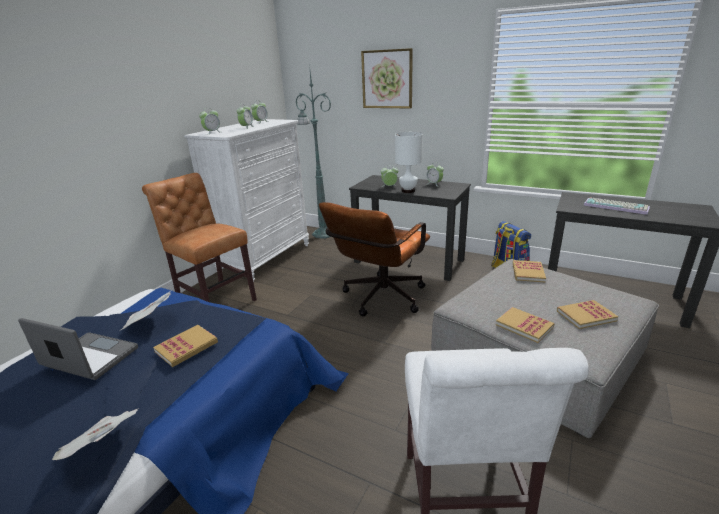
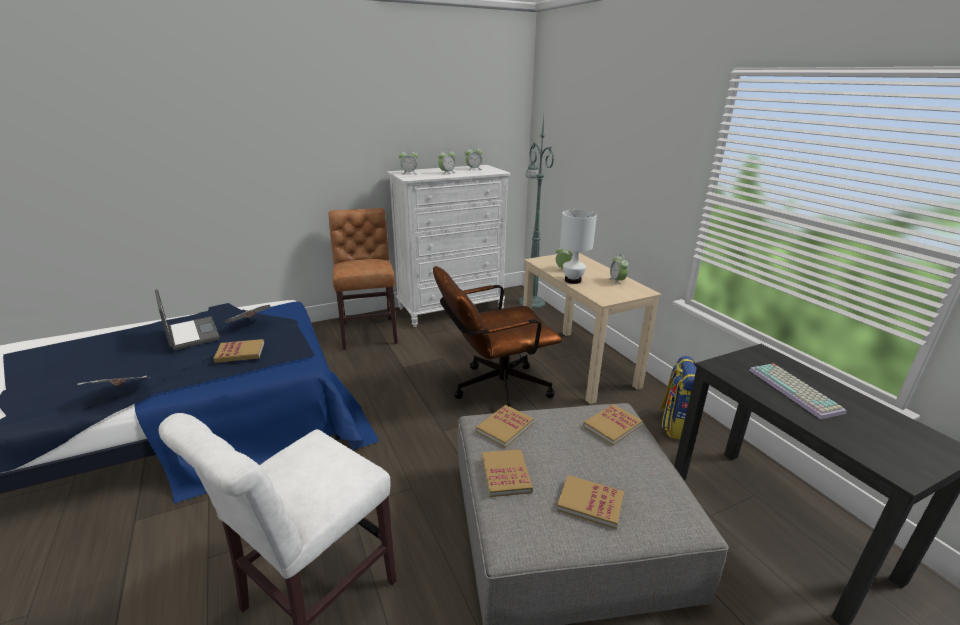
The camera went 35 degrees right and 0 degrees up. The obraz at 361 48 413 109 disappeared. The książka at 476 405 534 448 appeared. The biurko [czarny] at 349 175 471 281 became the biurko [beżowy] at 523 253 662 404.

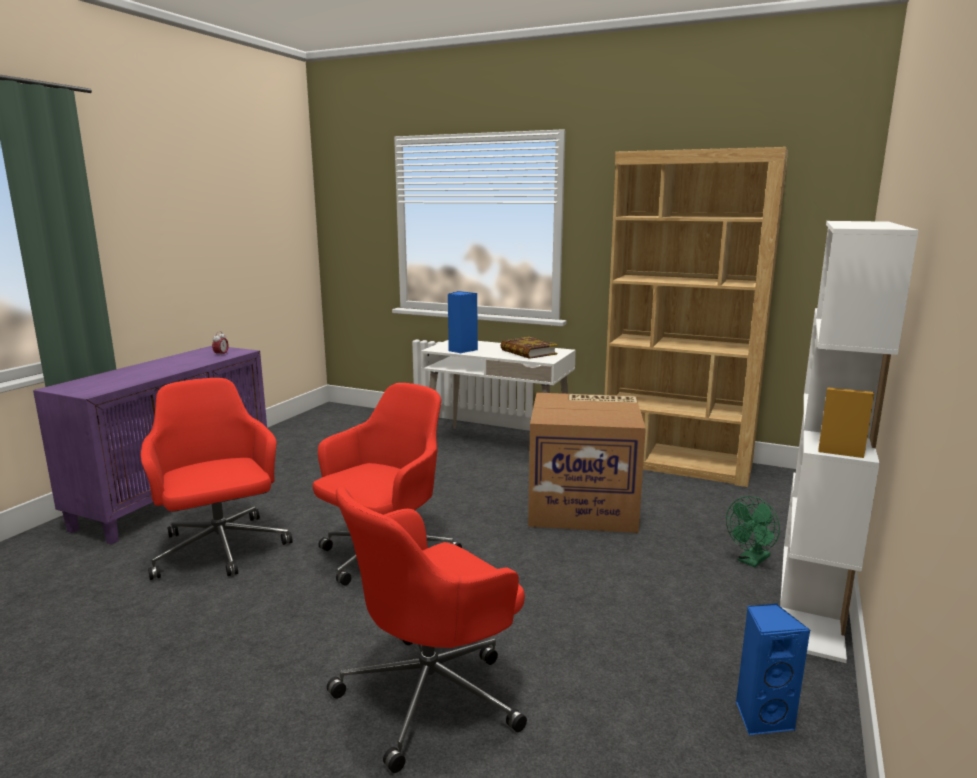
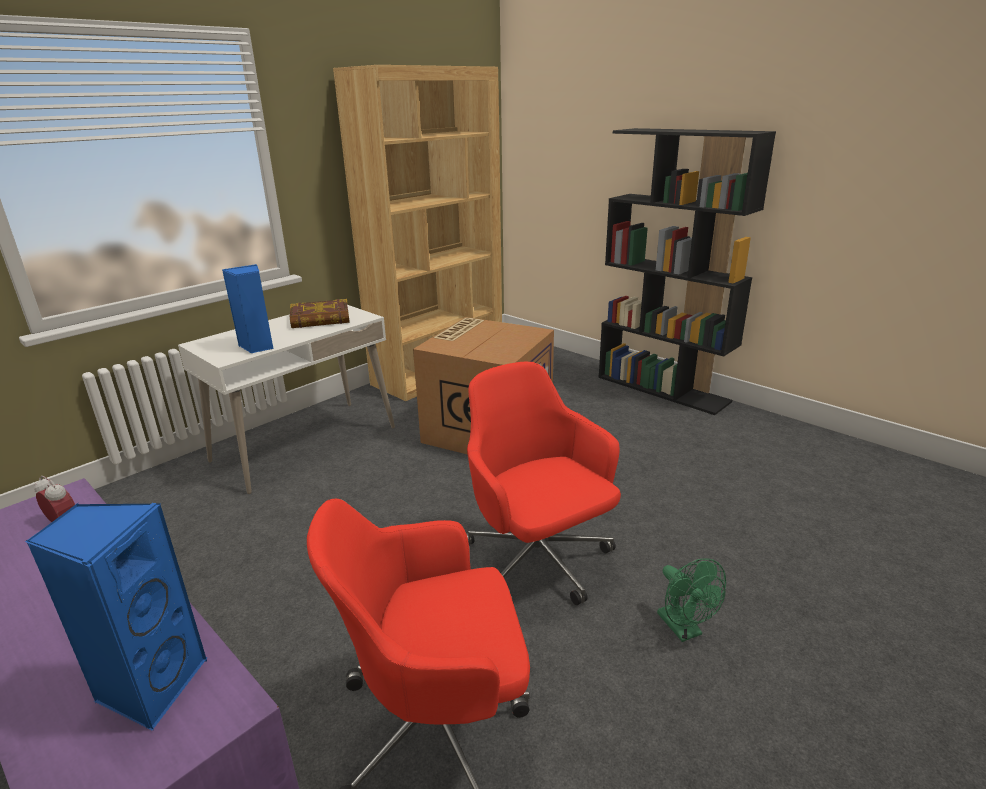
The camera went 70 degrees left and 10 degrees up. The krzesło biurowe [czerwony] at 327 487 527 773 disappeared. The wentylator [zielony] moved from 726 496 780 567 to 657 558 726 642. The głośnik [niebieski] moved from 736 604 810 736 to 25 503 208 730. The regał [biały] at 780 221 919 663 became the regał [czarny] at 599 128 776 415.

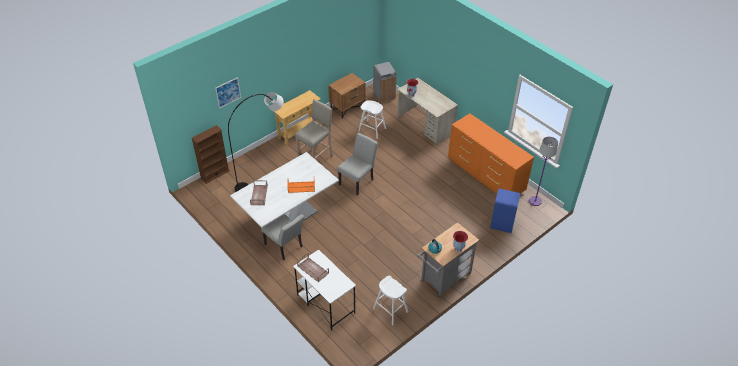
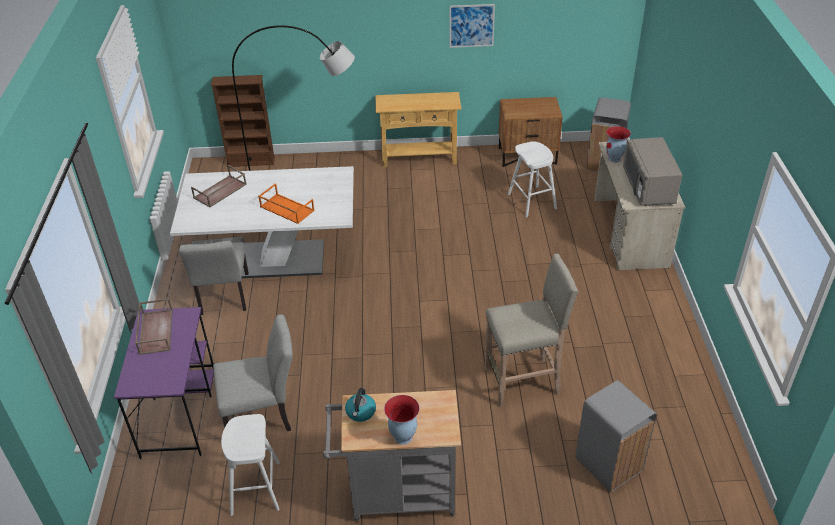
The camera went 40 degrees right and 5 degrees down. The komoda [pomarańczowy] at 448 113 534 194 disappeared. The lampa stojąca [fioletowy] at 529 137 558 206 disappeared. The mikrofalówka [szary] at 623 137 682 206 appeared. The obraz moved from 215 77 241 109 to 450 4 495 48. The stołek [beżowy] moved from 295 99 333 159 to 485 254 579 407. The krzesło [szary] moved from 337 133 378 196 to 213 314 293 431. The biurko [biały] at 293 249 356 330 became the biurko [fioletowy] at 114 307 214 459. The kosz na śmieci [niebieski] at 490 189 521 233 became the kosz na śmieci [szary] at 575 380 657 492.

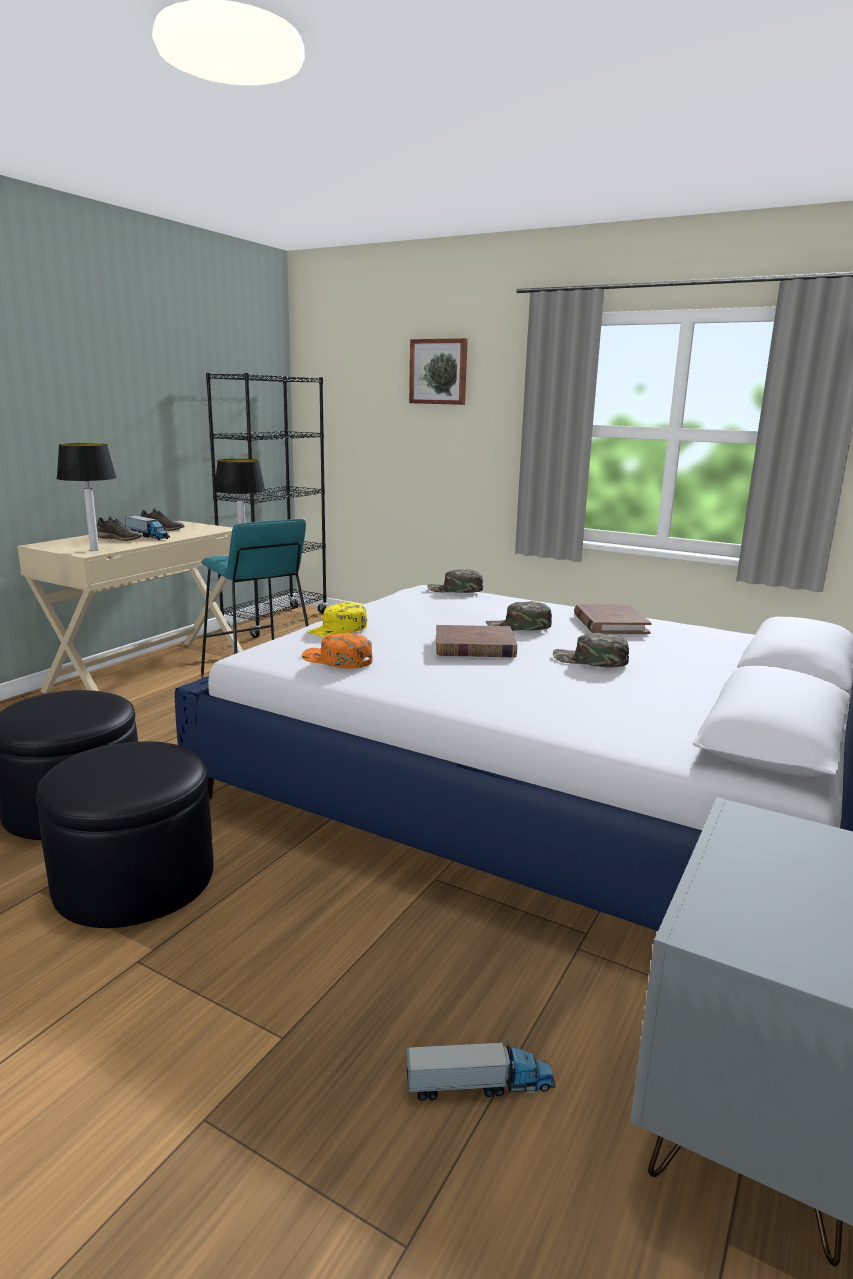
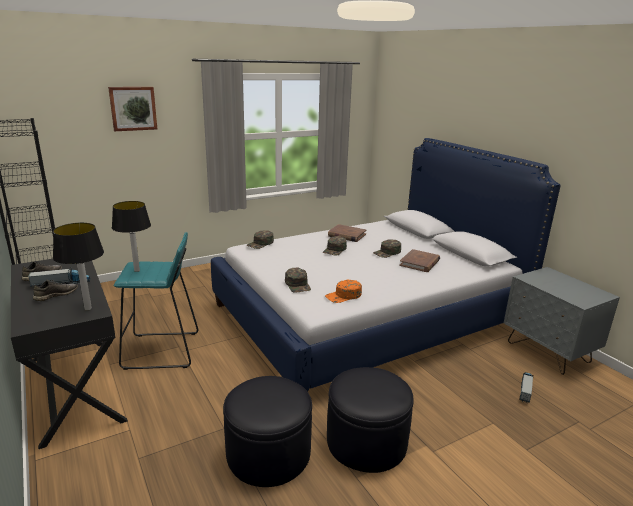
The camera went 60 degrees left and 5 degrees up. The książka [brązowy] moved from 436 625 517 657 to 399 249 440 272. The biurko [beżowy] at 17 521 243 693 became the biurko [czarny] at 11 259 128 449. The czapka z daszkiem [żółty] at 307 602 367 638 became the czapka z daszkiem [zielony] at 285 267 311 293.

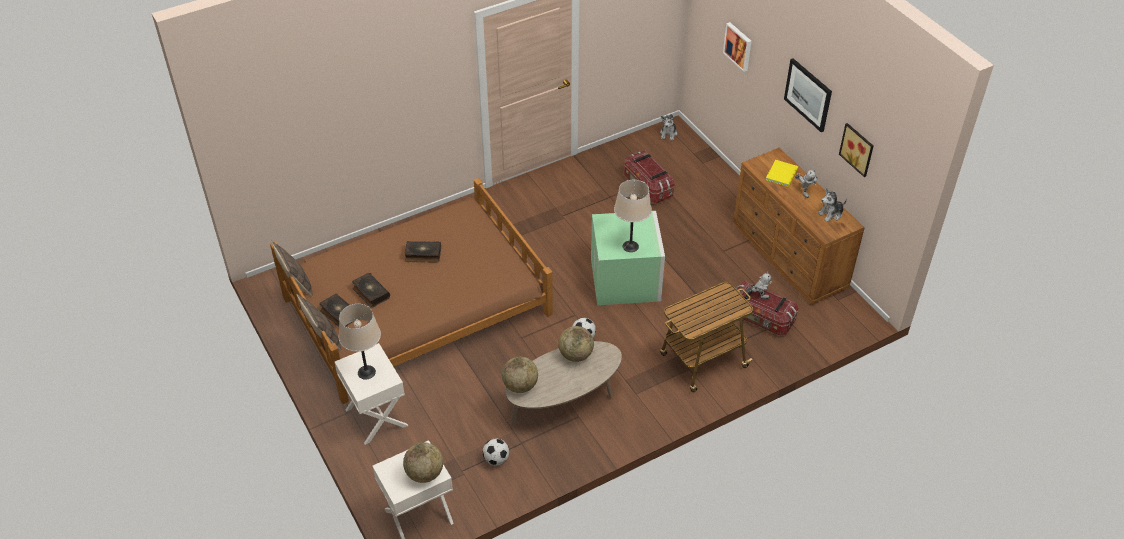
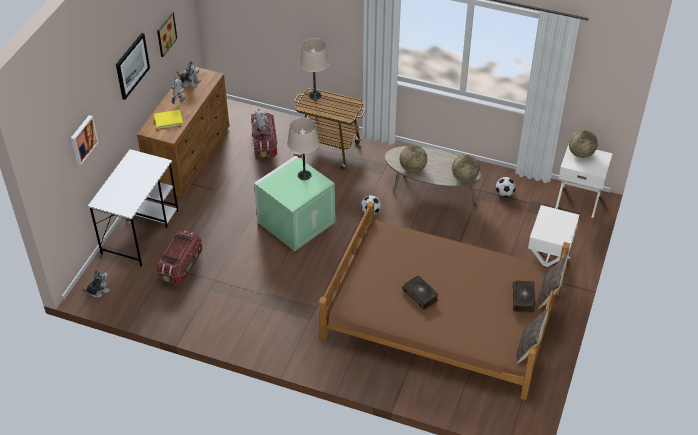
The camera went 130 degrees left and 0 degrees up. The książka at 352 273 390 308 disappeared. The biurko [biały] at 88 149 178 267 appeared. The lampa stołowa [beżowy] moved from 339 304 381 380 to 299 38 329 100.

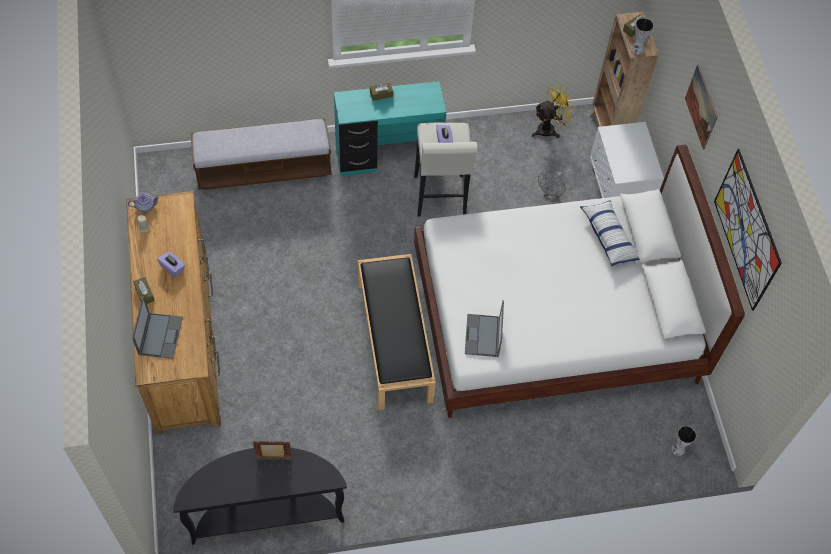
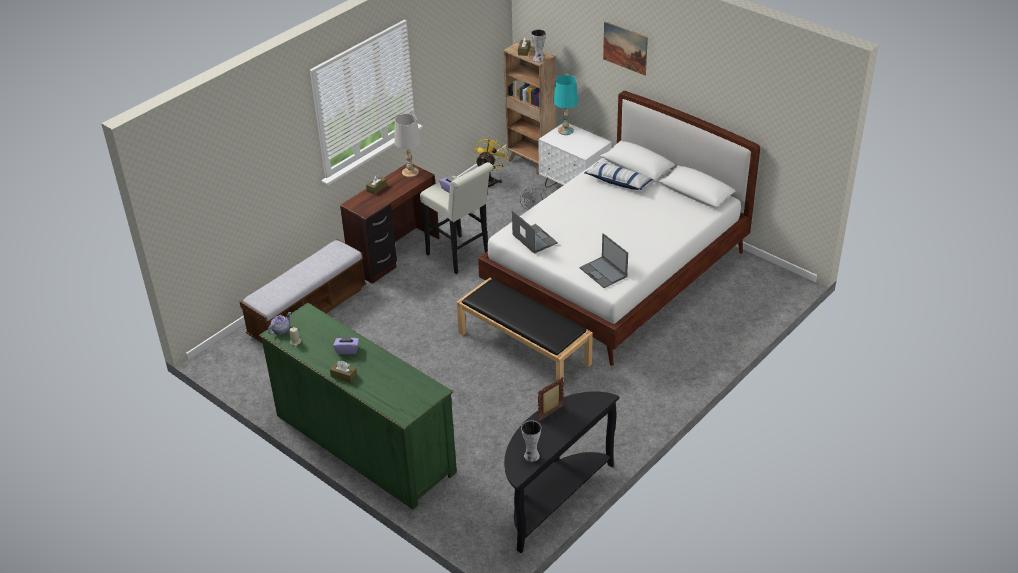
The camera went 35 degrees left and 20 degrees down. The obraz at 714 149 782 311 disappeared. The lampa stołowa [biały] at 394 114 421 177 appeared. The lampa stołowa [turkusowy] at 554 75 578 135 appeared. The laptop moved from 132 296 183 359 to 512 210 558 254. The wazon moved from 671 426 696 456 to 521 420 541 462. The komoda [brązowy] at 126 191 221 434 became the komoda [zielony] at 259 303 457 510. The biurko [turkusowy] at 334 81 447 176 became the biurko [brązowy] at 340 163 440 284.

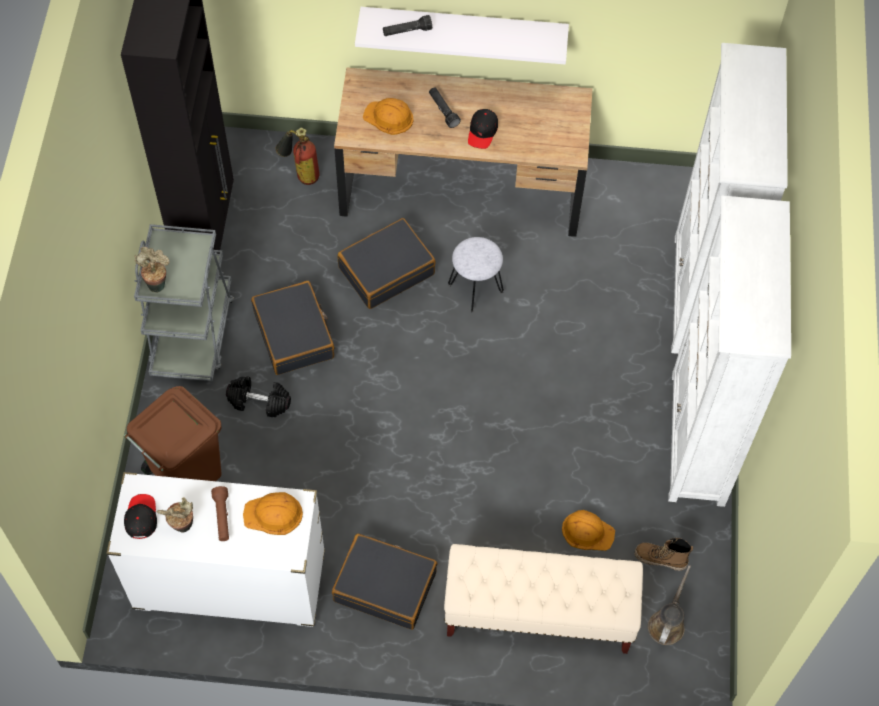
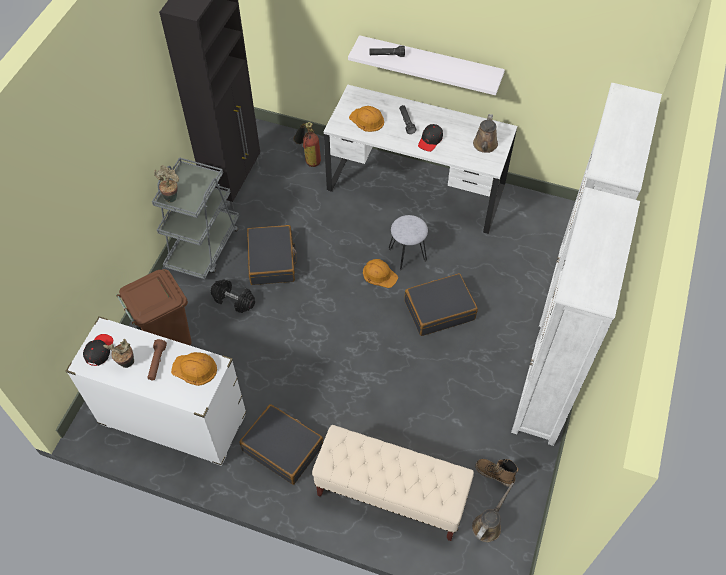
The camera went 15 degrees right and 5 degrees down. The konewka [brązowy] at 473 114 498 153 appeared. The walizka [czarny] moved from 338 218 436 309 to 404 273 478 336. The kask [pomarańczowy] moved from 562 510 615 551 to 363 259 398 288. The biurko [brązowy] at 334 67 593 237 became the biurko [biały] at 324 85 517 234.

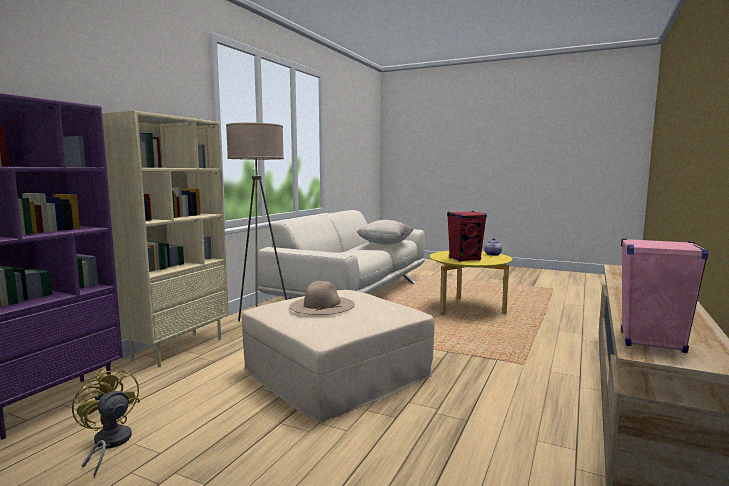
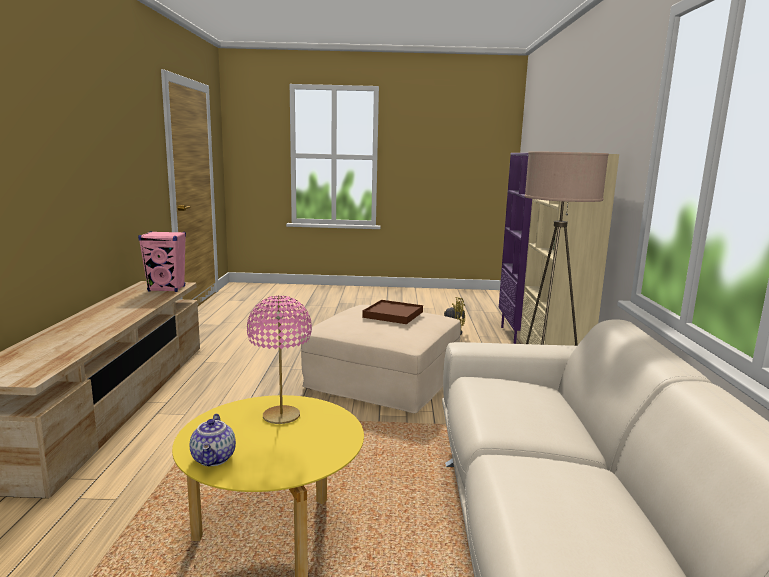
The camera went 155 degrees right and 5 degrees up. The poduszka [beżowy] at 357 220 413 245 disappeared. The kapelusz [beżowy] at 289 281 355 315 was replaced by the taca [brązowy] at 362 300 423 324. The głośnik [czerwony] at 447 211 487 262 was replaced by the lampa stołowa [różowy] at 247 295 312 424.

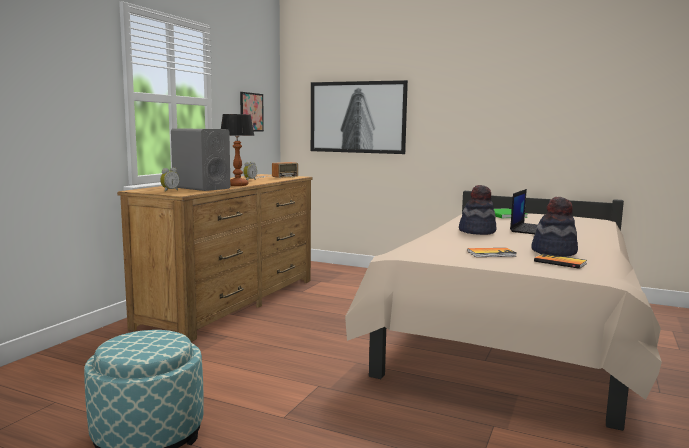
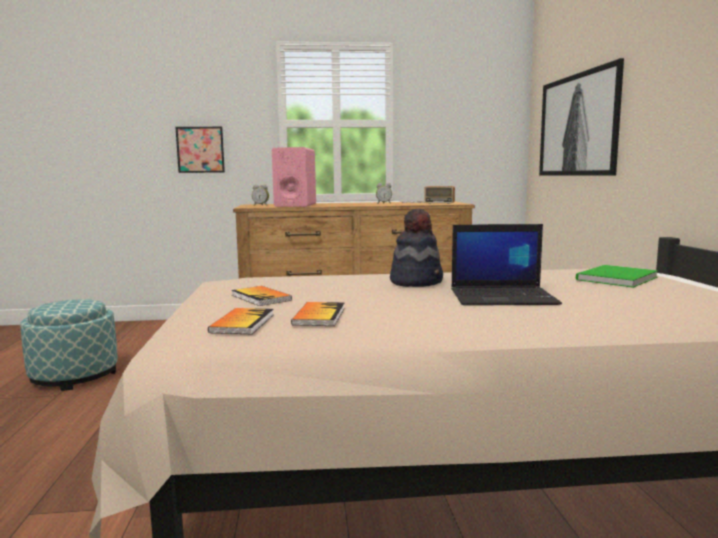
The camera went 60 degrees right and 0 degrees up. The lampa stołowa at 221 114 255 186 disappeared. The obraz moved from 240 92 264 131 to 175 127 225 173. The kapelusz at 531 197 578 257 was replaced by the książka at 291 302 345 326. The głośnik [szary] at 171 128 230 191 became the głośnik [różowy] at 272 147 316 207.

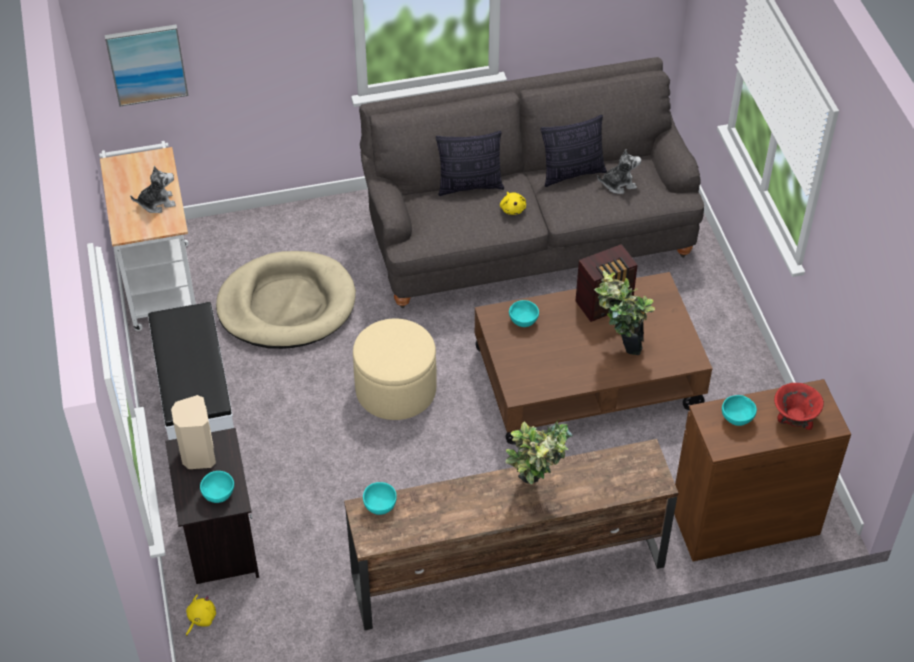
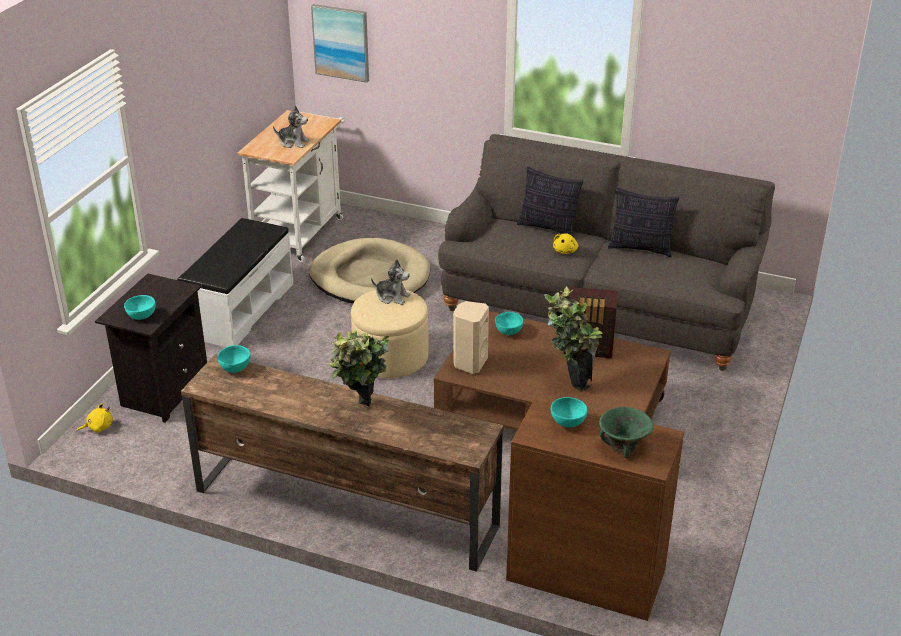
The camera went 35 degrees right and 15 degrees down. The głośnik [beżowy] moved from 171 395 216 469 to 453 301 489 374. The pluszak moved from 597 149 641 194 to 371 259 410 305. The miska [czerwony] at 774 383 824 430 became the miska [zielony] at 599 407 654 458.

